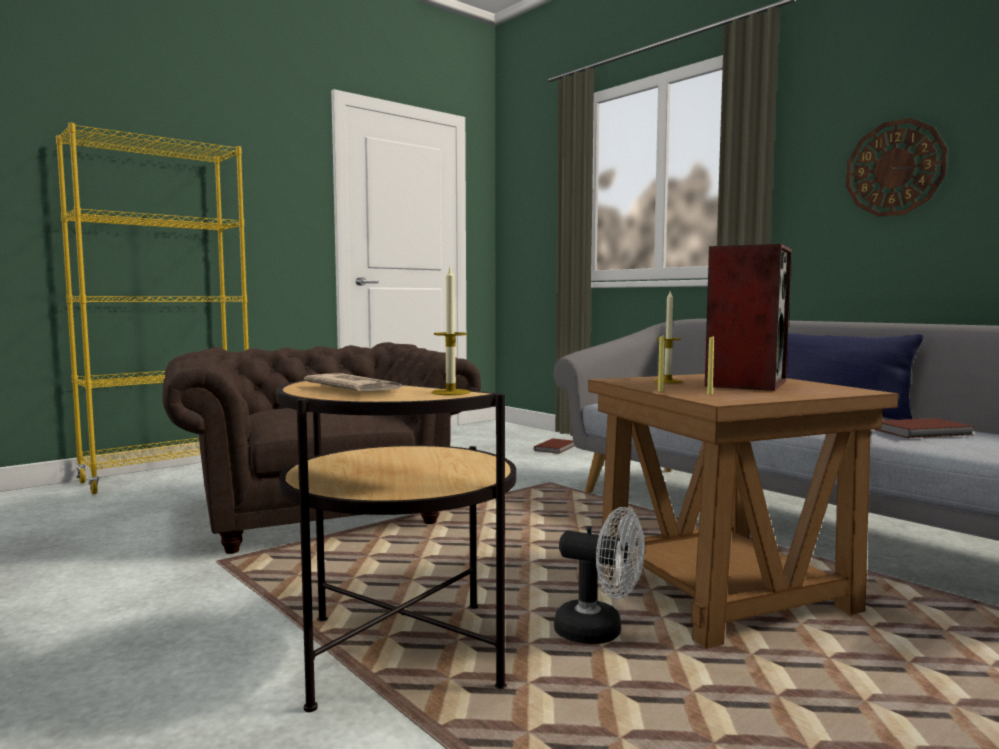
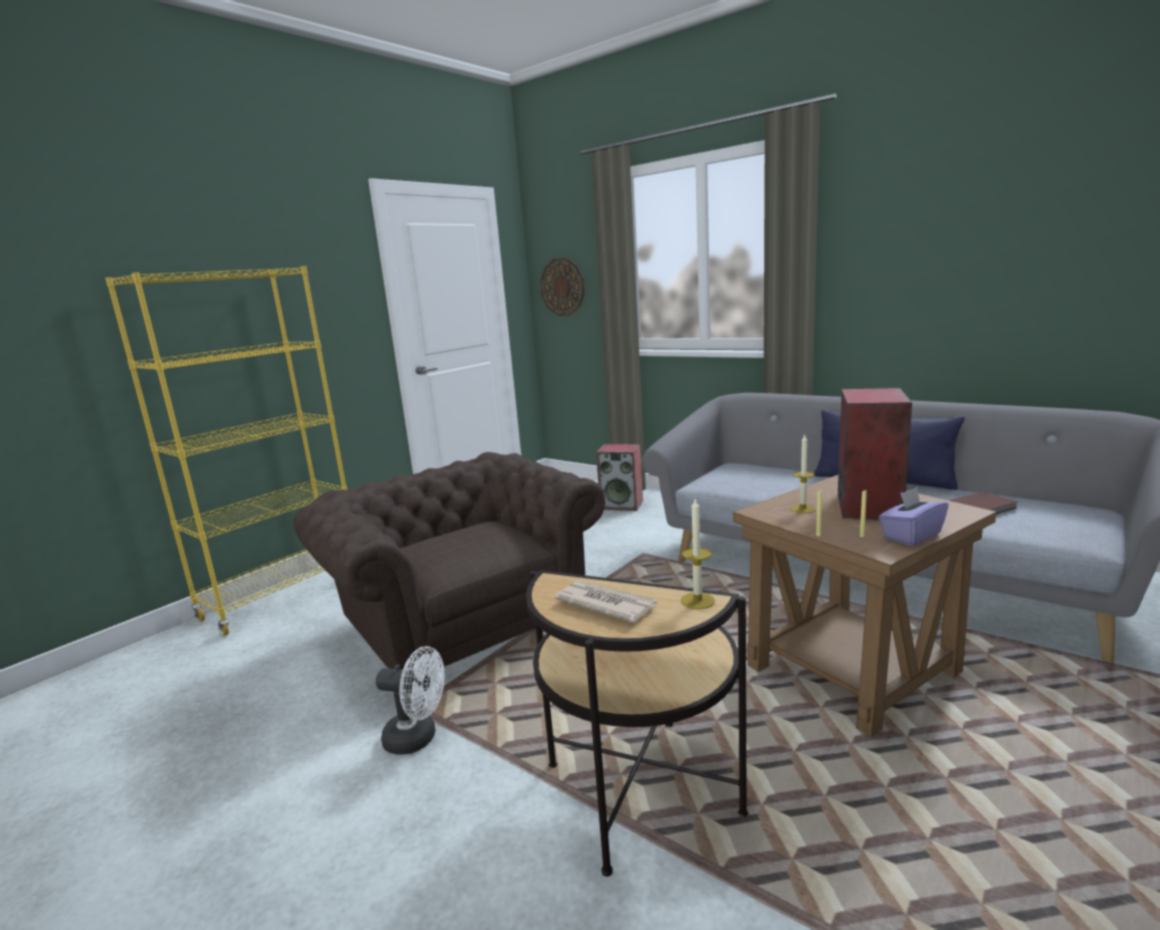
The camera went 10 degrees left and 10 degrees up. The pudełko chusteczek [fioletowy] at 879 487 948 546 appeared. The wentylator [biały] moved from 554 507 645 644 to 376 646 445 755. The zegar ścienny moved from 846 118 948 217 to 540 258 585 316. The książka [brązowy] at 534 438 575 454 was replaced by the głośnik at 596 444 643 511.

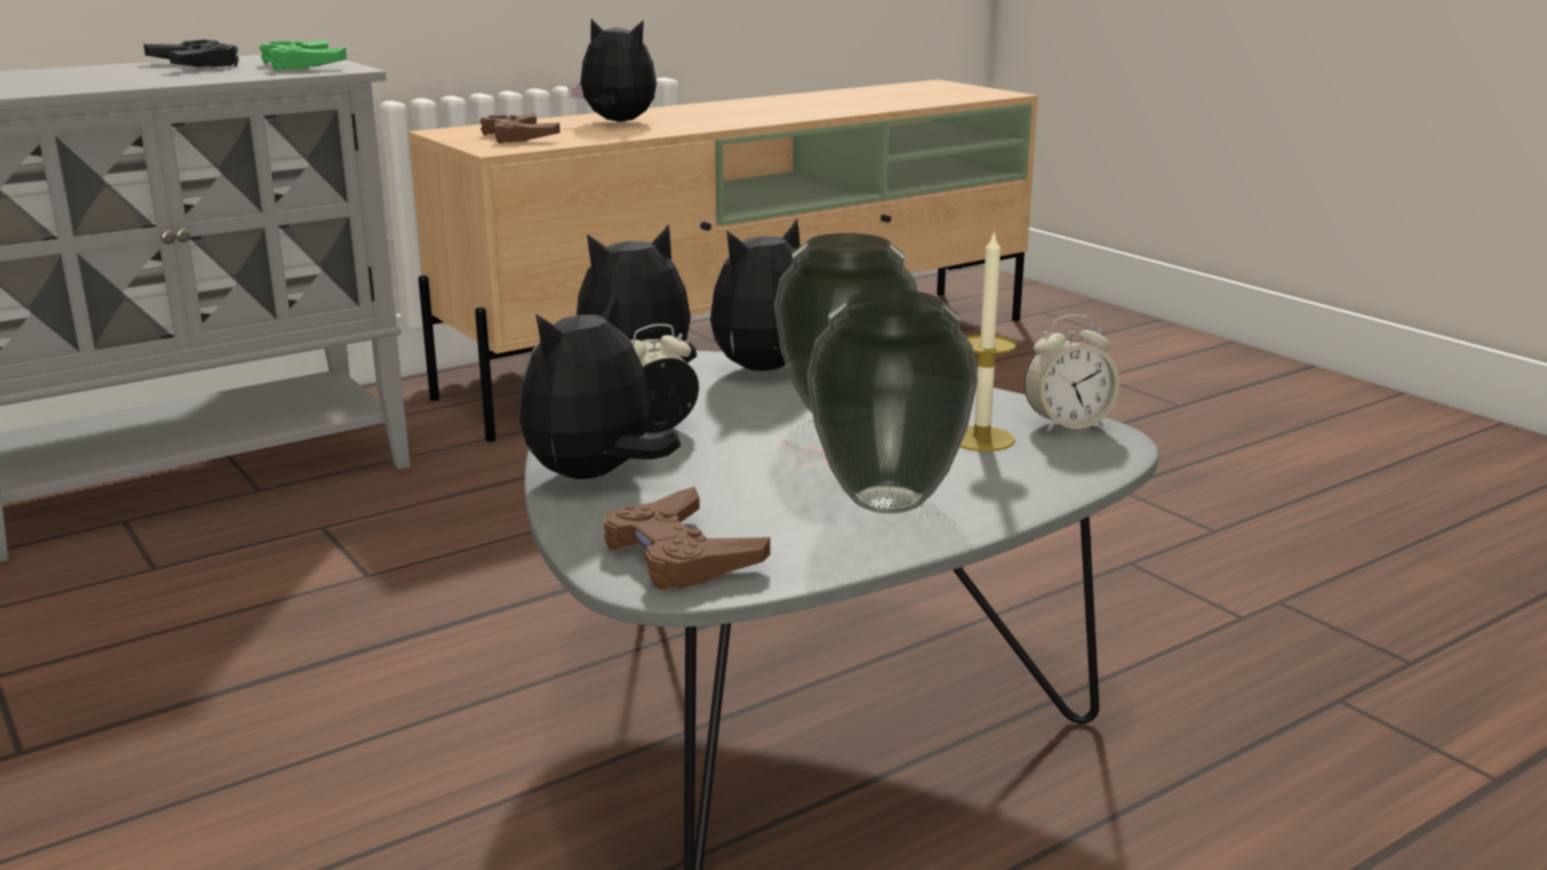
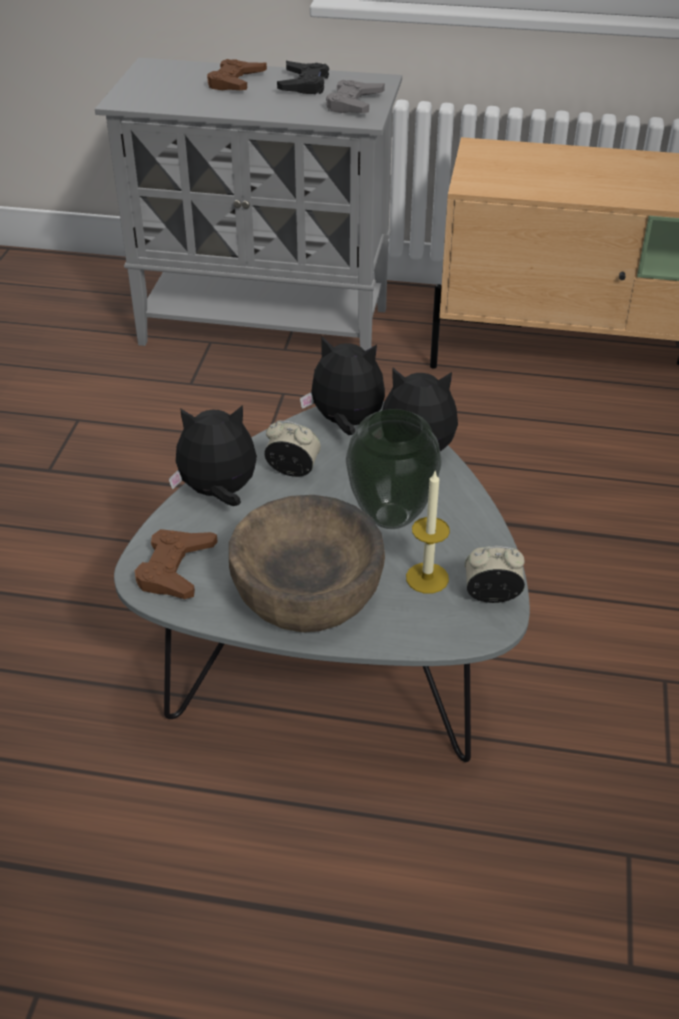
The camera went 45 degrees right and 20 degrees up. The pluszak at 567 18 657 122 disappeared. The pad do gier [brązowy] moved from 480 112 560 144 to 207 59 267 90. The wazon at 807 289 978 514 was replaced by the miska [brązowy] at 229 495 385 632. The pad do gier [zielony] at 260 40 347 71 became the pad do gier [szary] at 326 80 385 113. The budzik at 1024 314 1120 433 turned 150 degrees clockwise.

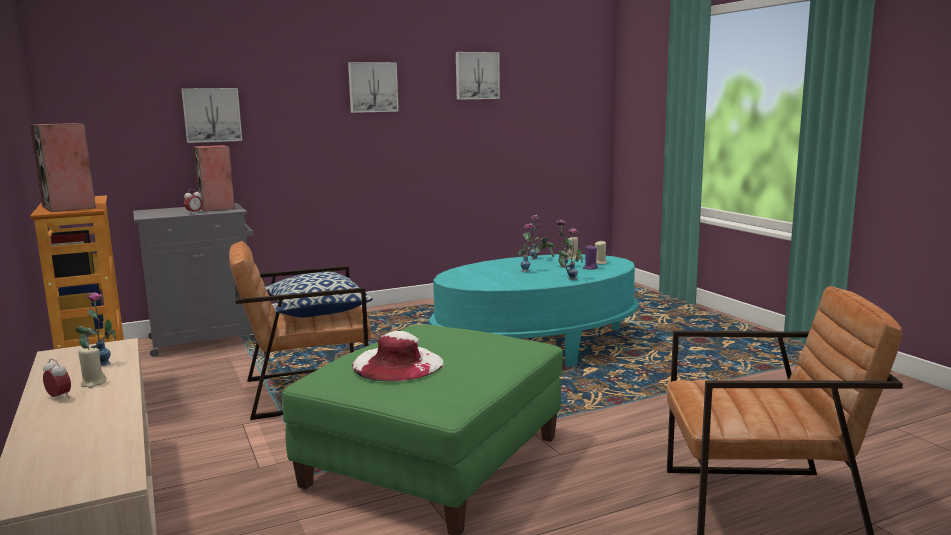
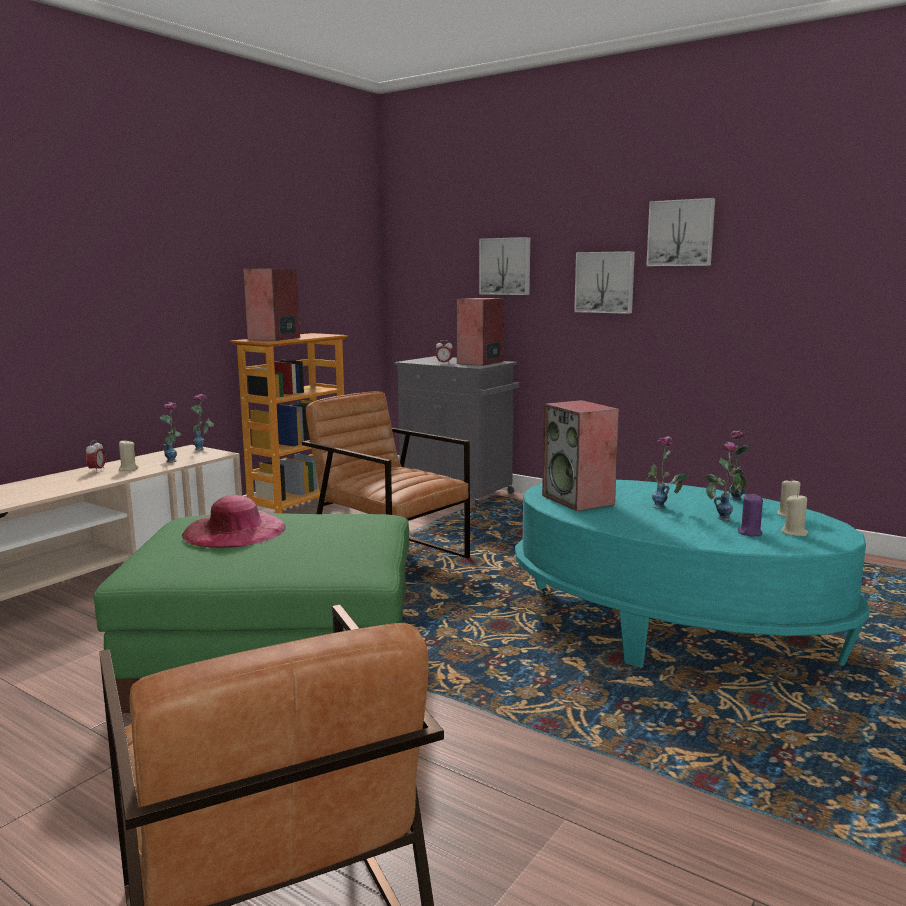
The camera went 60 degrees right and 0 degrees up. The poduszka at 265 272 373 317 disappeared. The głośnik at 542 400 619 511 appeared. The obraz moved from 456 52 500 100 to 574 251 635 314. The wazon moved from 558 228 583 280 to 191 394 214 450. The kapelusz [biały] at 352 331 443 381 became the kapelusz [różowy] at 182 495 286 548.

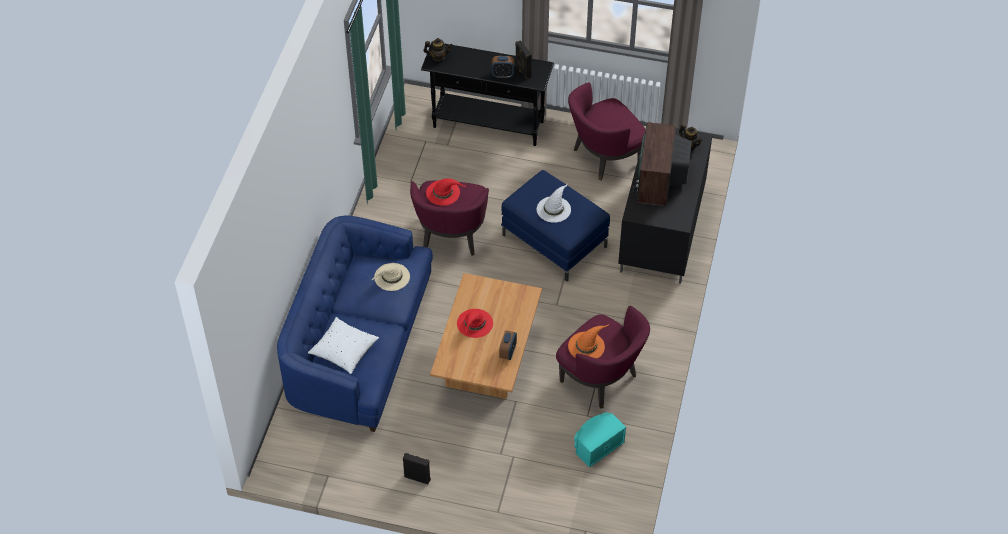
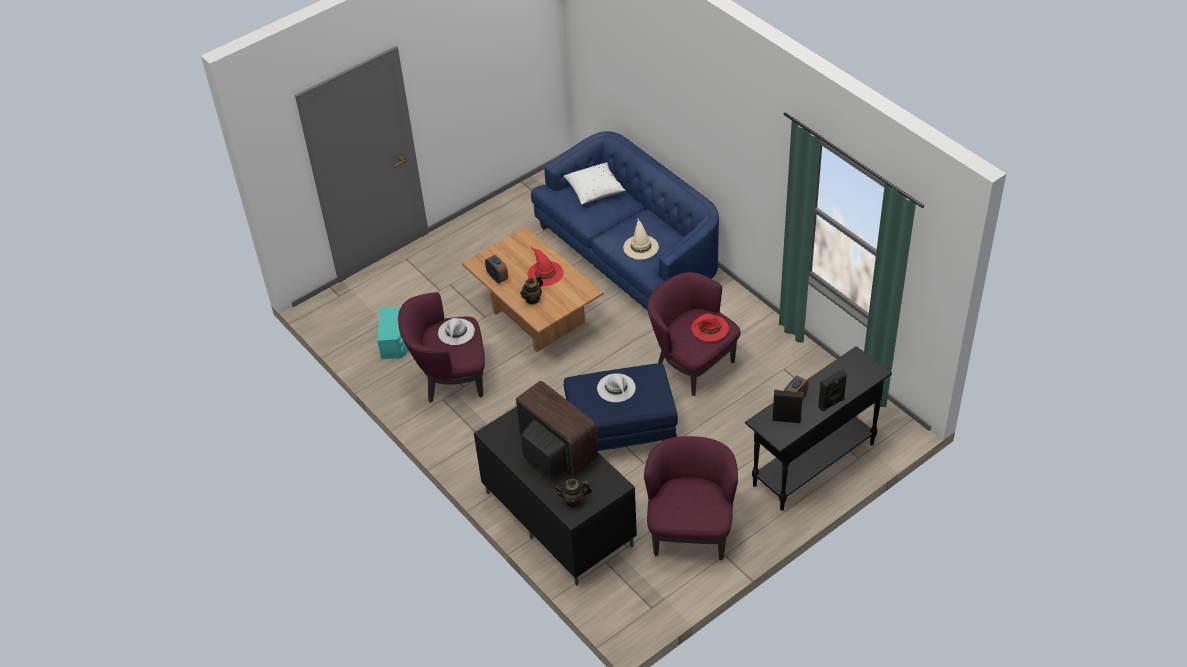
The camera went 130 degrees right and 5 degrees down. The głośnik [czarny] moved from 403 453 431 484 to 818 369 847 411. The imbryk moved from 423 38 452 62 to 520 275 543 305. The kapelusz [pomarańczowy] at 568 325 608 358 became the kapelusz [biały] at 438 318 475 345.

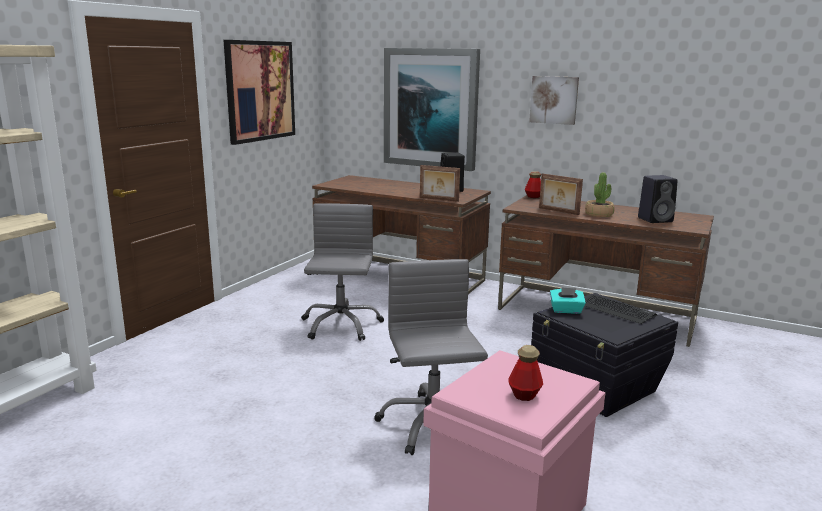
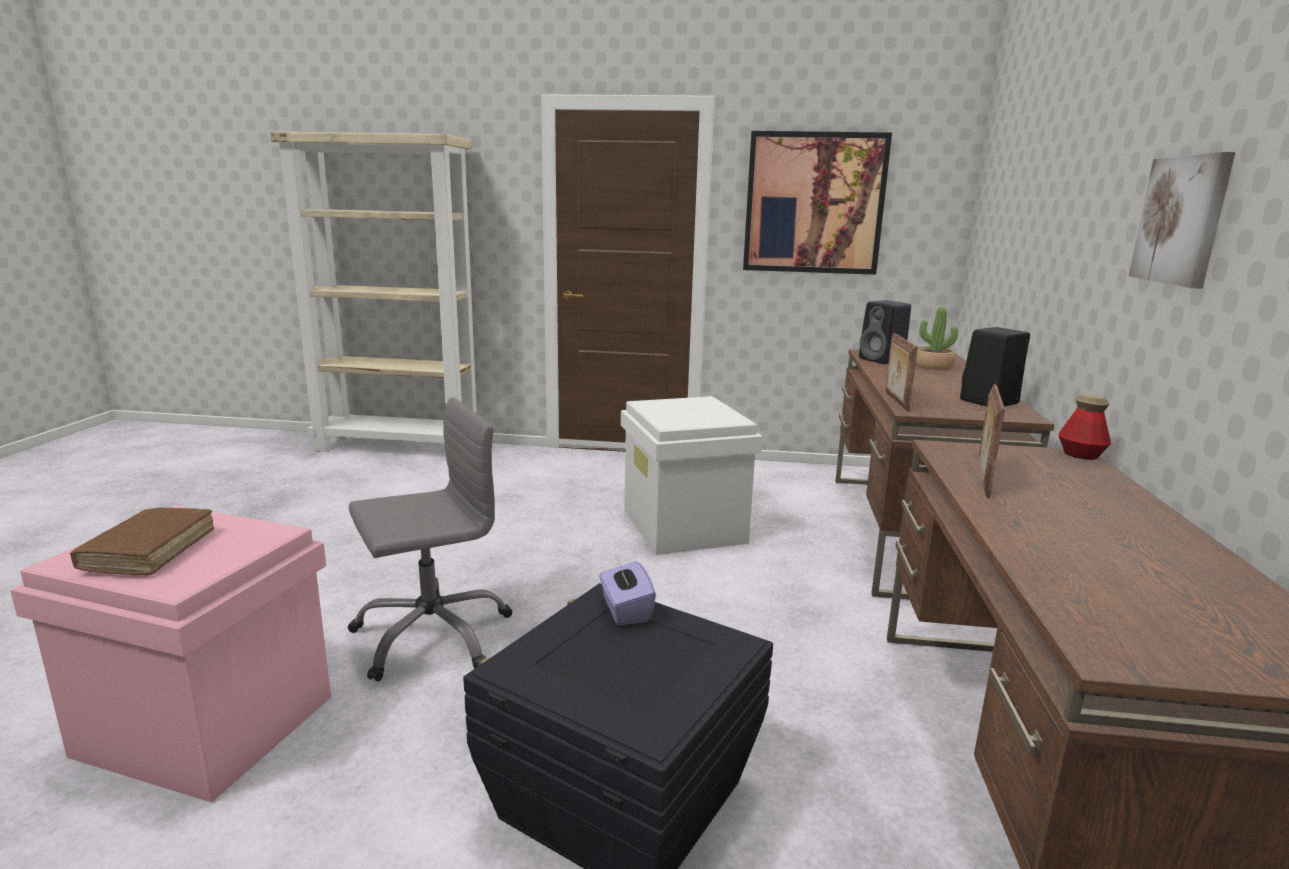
The camera went 70 degrees right and 0 degrees up. The obraz at 384 48 480 171 disappeared. The klawiatura at 584 294 657 324 disappeared. The roślina doniczkowa moved from 585 172 614 217 to 915 307 958 370. The głośnik [czarny] moved from 638 175 677 223 to 859 300 911 364. The krzesło biurowe [szary] at 301 203 384 341 was replaced by the pojemnik do przechowywania [biały] at 621 396 763 555. The butelka at 509 345 543 401 was replaced by the książka [brązowy] at 70 507 214 575. The pudełko chusteczek [turkusowy] at 550 287 586 314 became the pudełko chusteczek [fioletowy] at 599 557 656 625.

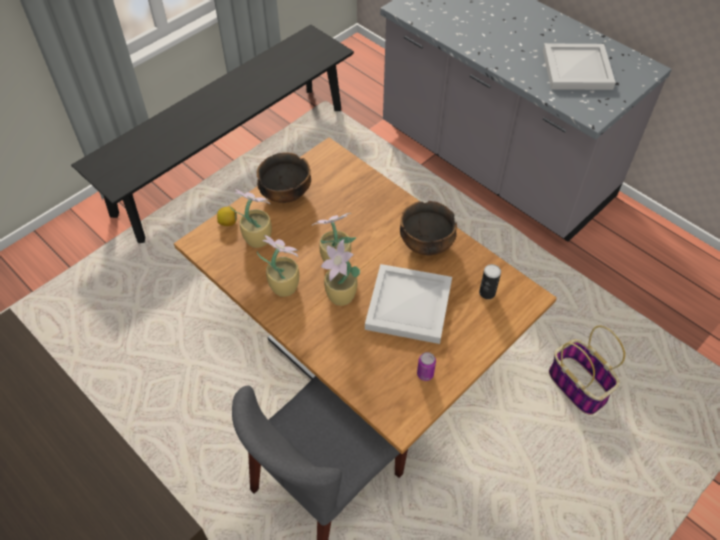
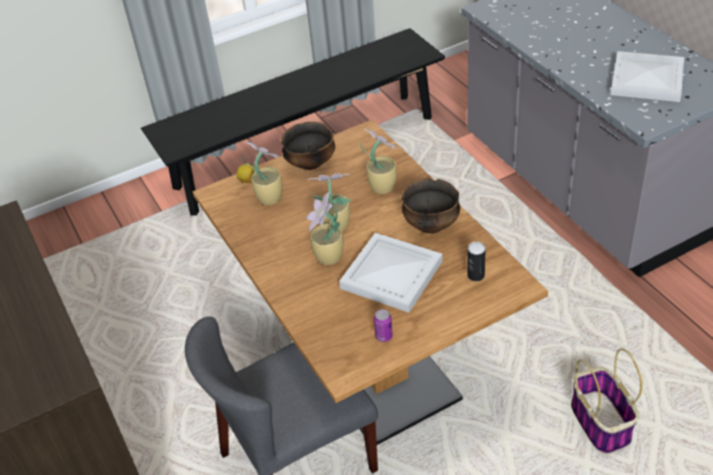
The camera went 20 degrees right and 10 degrees down. The roślina doniczkowa moved from 257 235 299 297 to 360 129 397 194.

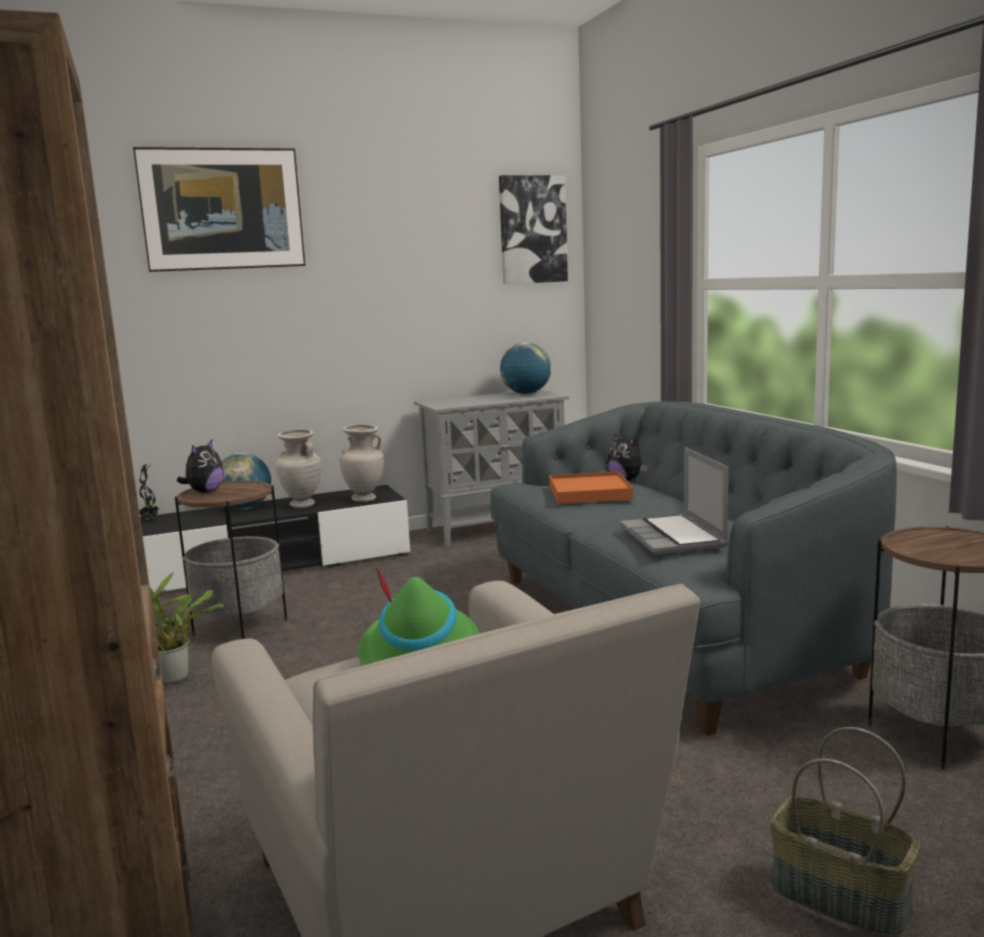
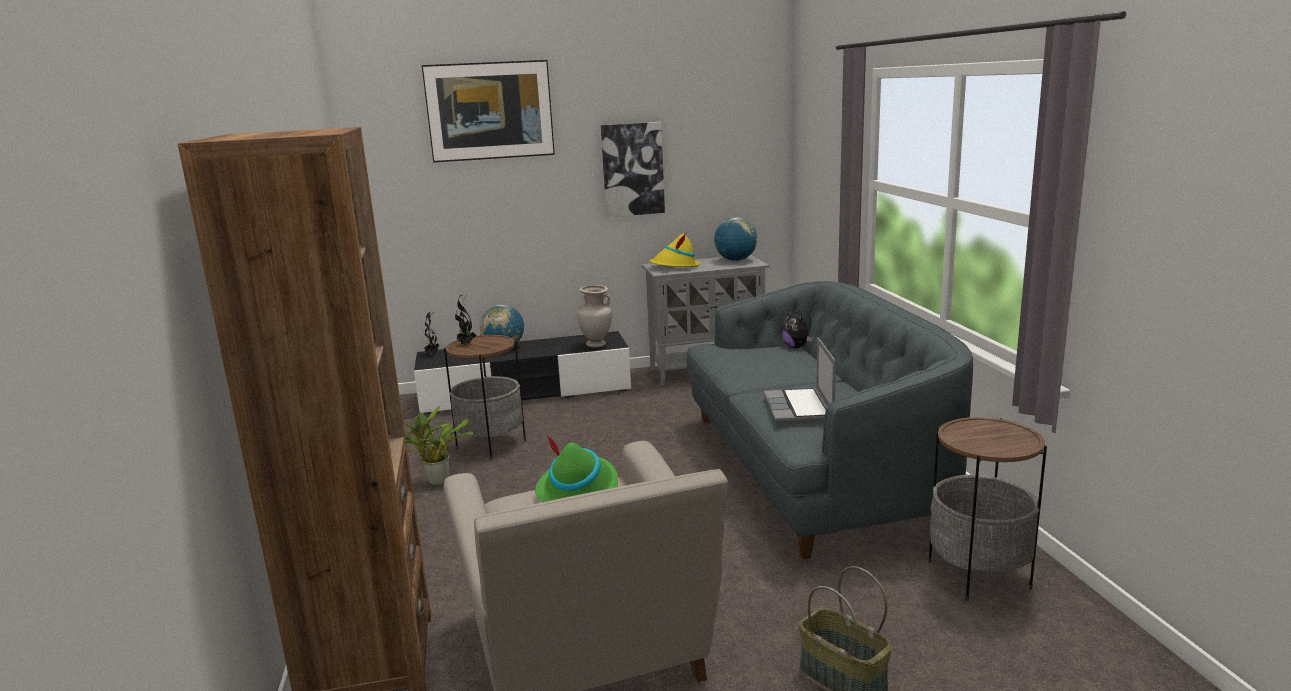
The camera went 10 degrees right and 5 degrees up. The wazon [beżowy] at 275 429 322 508 disappeared. The taca [pomarańczowy] at 549 472 633 504 disappeared. The kapelusz [żółty] at 649 233 701 267 appeared. The obraz moved from 499 175 568 284 to 601 122 665 217. The pluszak at 177 440 224 493 was replaced by the roślina doniczkowa at 455 295 476 345.

